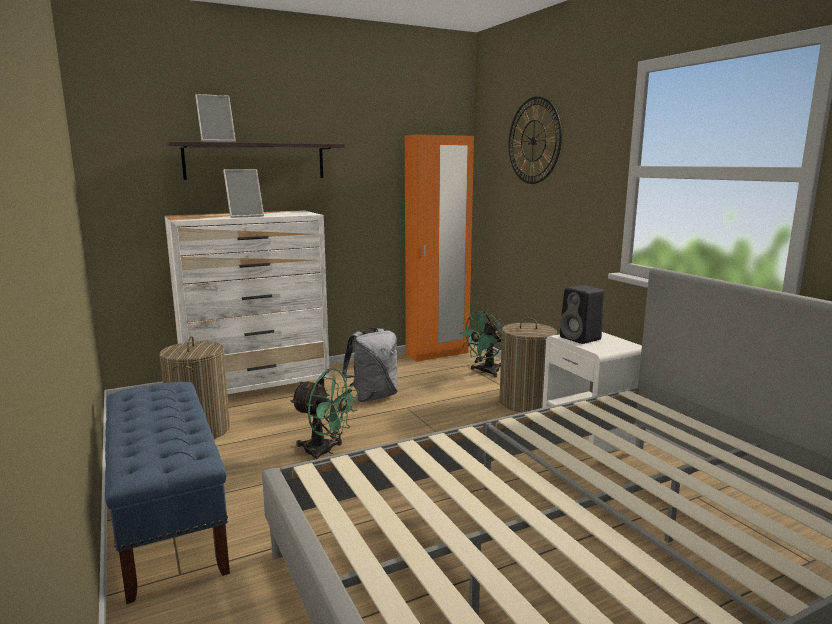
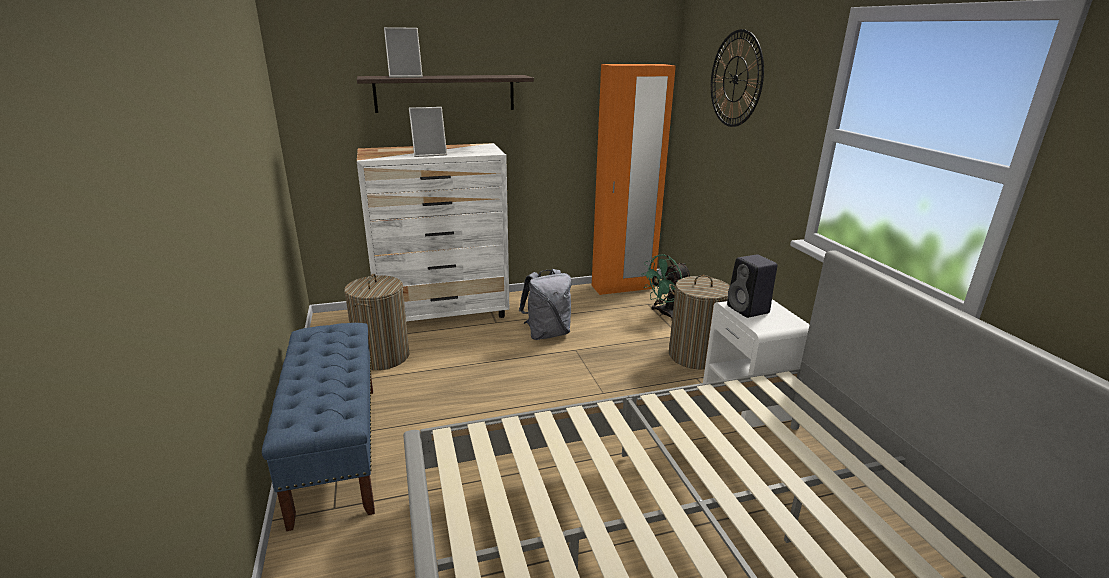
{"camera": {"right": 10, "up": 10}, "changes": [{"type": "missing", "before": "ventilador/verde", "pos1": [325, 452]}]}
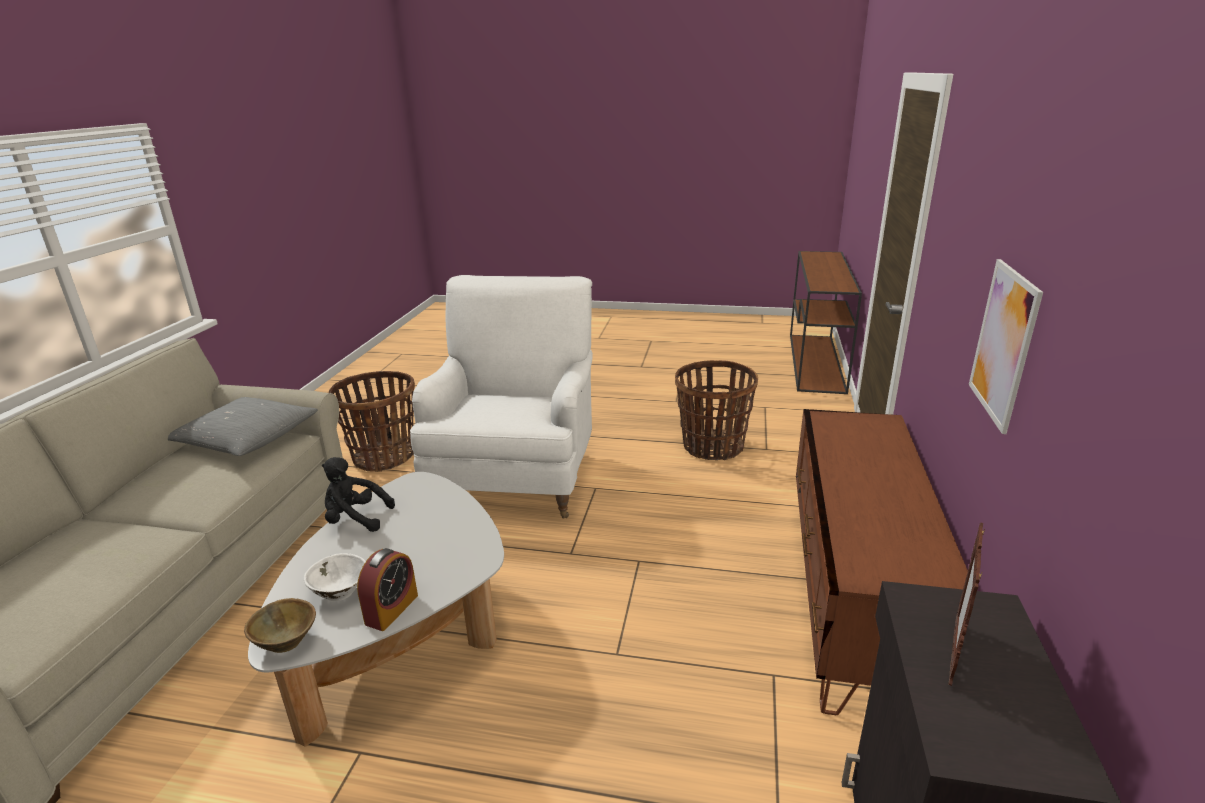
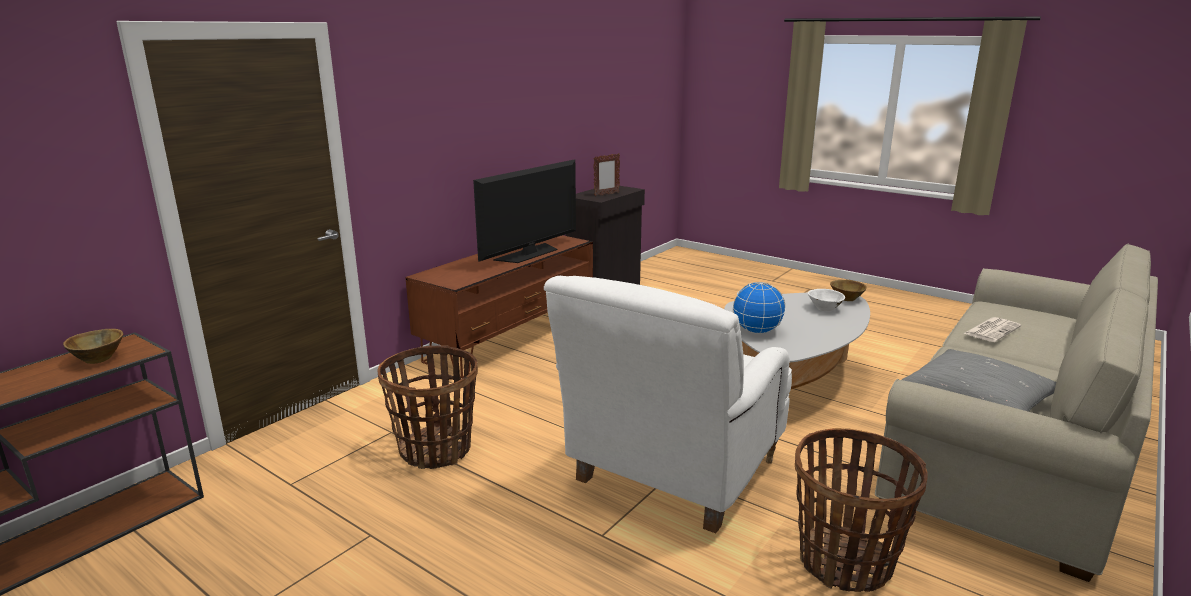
{"camera": {"right": -155, "up": -5}, "changes": [{"type": "appeared", "after": "cuenco/marrón", "pos2": [99, 359]}, {"type": "appeared", "after": "televisor", "pos2": [529, 254]}, {"type": "appeared", "after": "globo terráqueo", "pos2": [756, 331]}, {"type": "appeared", "after": "periódico", "pos2": [991, 330]}, {"type": "missing", "before": "peluche/negro", "pos1": [356, 519]}, {"type": "missing", "before": "despertador", "pos1": [392, 609]}, {"type": "missing", "before": "cuadro", "pos1": [1003, 344]}]}
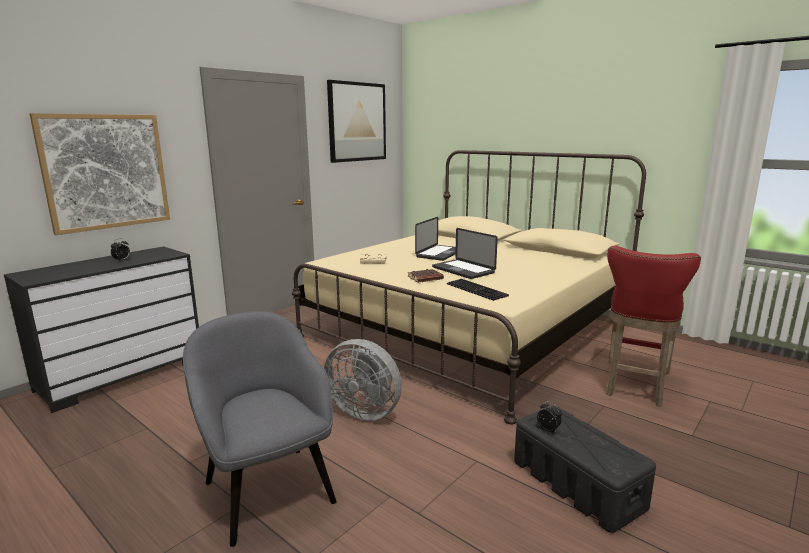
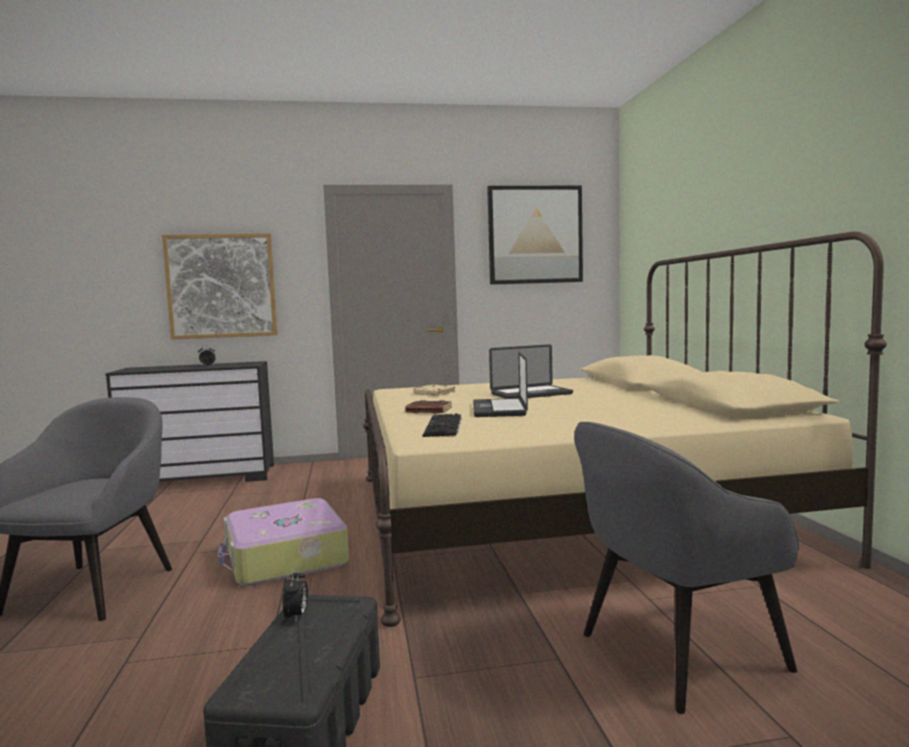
{"camera": {"right": 40, "up": -10}, "changes": [{"type": "exchanged", "before": "ventilador/gris", "after": "maleta", "pos1": [365, 411], "pos2": [285, 558]}, {"type": "exchanged", "before": "taburete/rojo", "after": "sillón/gris", "pos1": [635, 385], "pos2": [679, 653]}]}
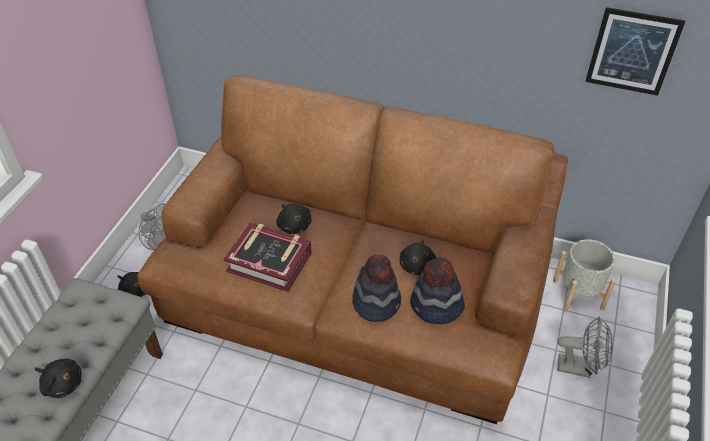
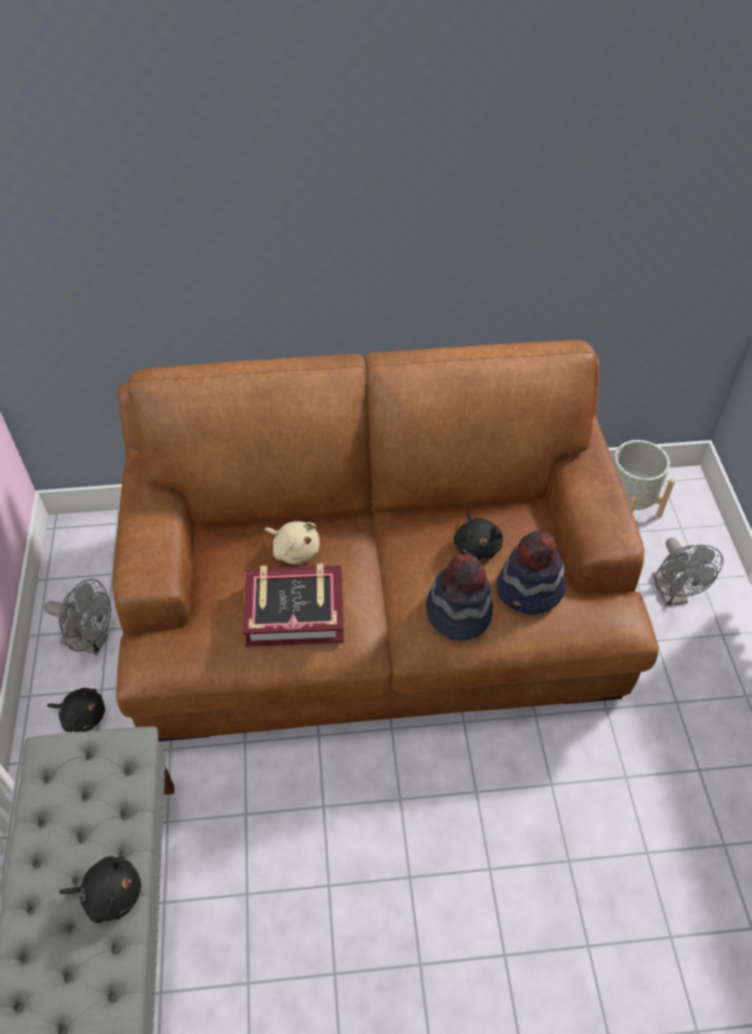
{"camera": {"right": -25, "up": 5}, "changes": [{"type": "colour", "before": "peluche/negro", "after": "peluche/beis", "pos1": [294, 225], "pos2": [295, 550]}, {"type": "spun", "before": "ventilador/gris", "pos1": [580, 368], "pos2": [672, 595], "turn": 90}, {"type": "missing", "before": "cuadro", "pos1": [632, 52]}]}
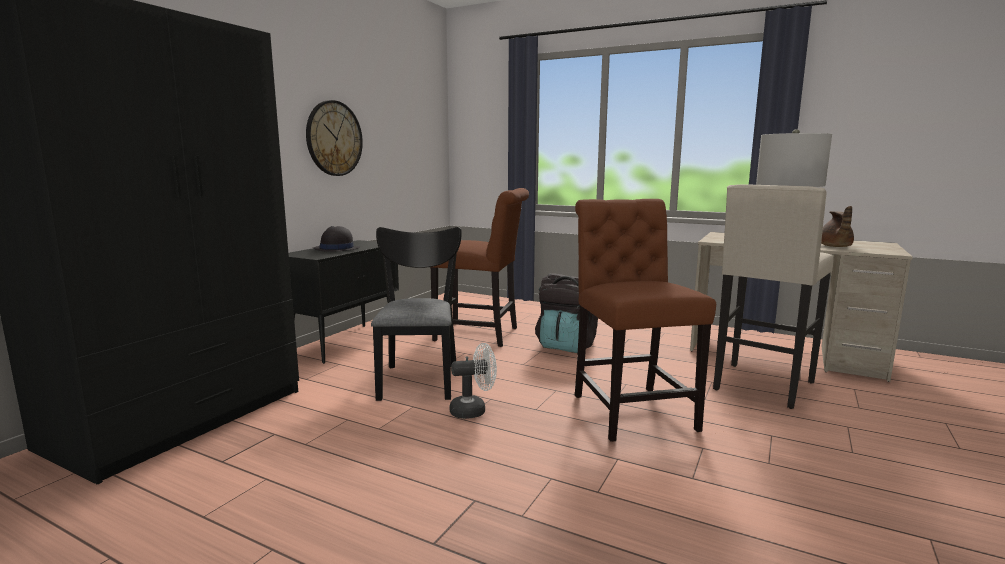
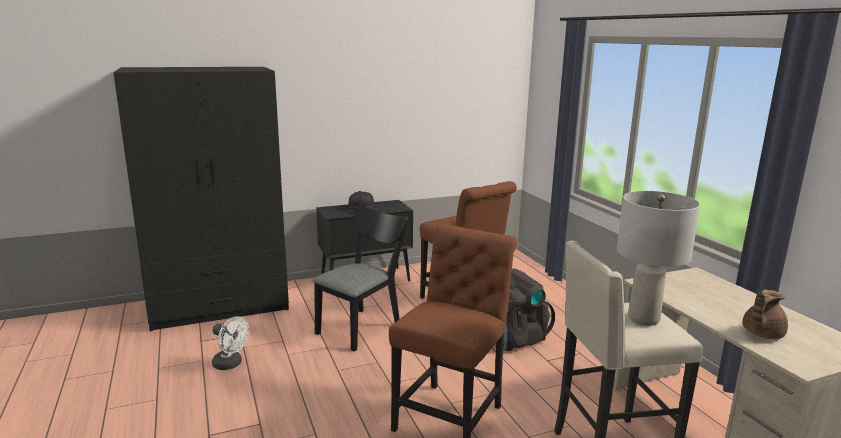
{"camera": {"right": 40, "up": 5}, "changes": [{"type": "relocated", "before": "ventilador/blanco", "pos1": [474, 410], "pos2": [231, 364]}, {"type": "missing", "before": "reloj de pared", "pos1": [334, 138]}]}
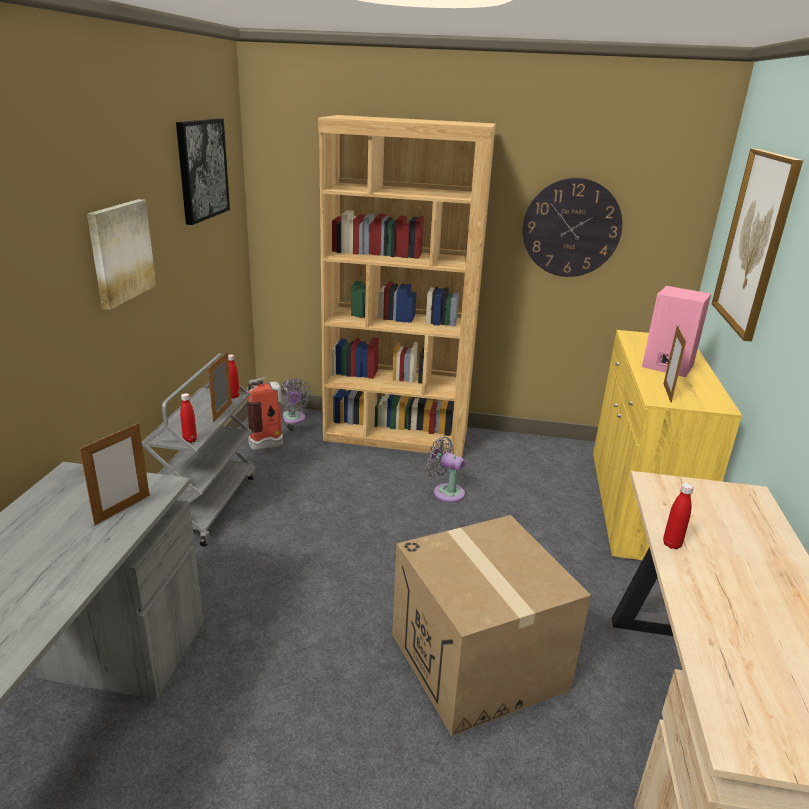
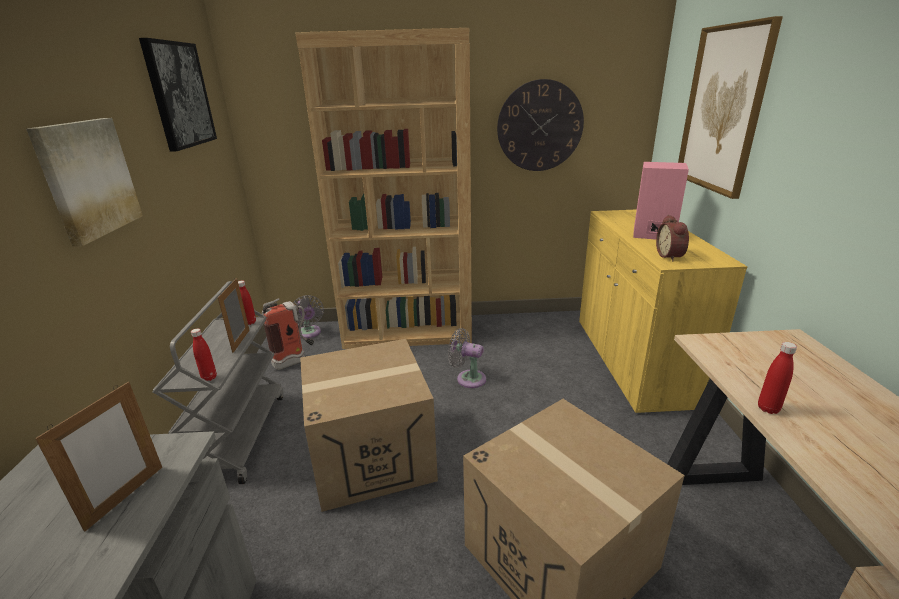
{"camera": {"right": -10, "up": 0}, "changes": [{"type": "appeared", "after": "caja de cartón", "pos2": [372, 455]}, {"type": "exchanged", "before": "portarretratos", "after": "despertador", "pos1": [667, 393], "pos2": [671, 256]}]}
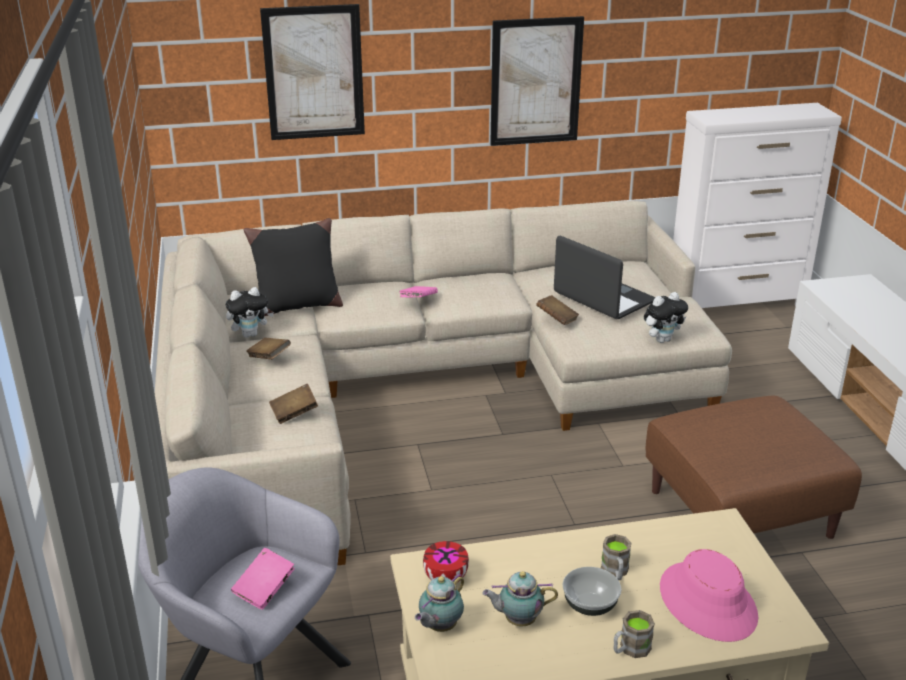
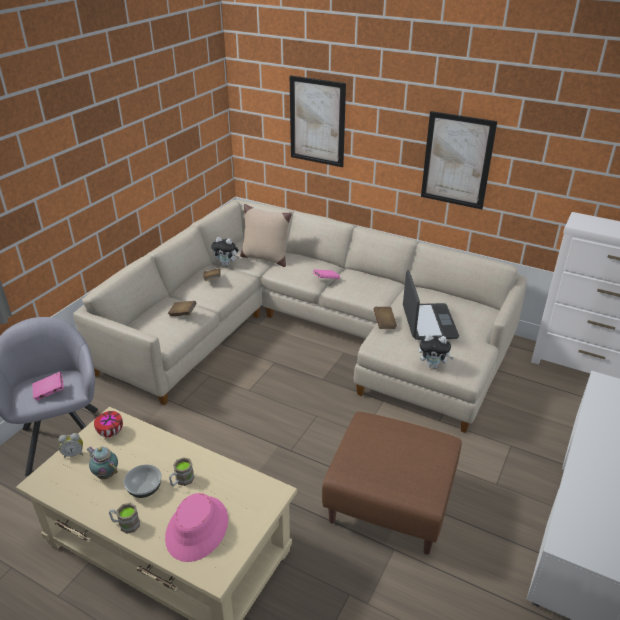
{"camera": {"right": 40, "up": 5}, "changes": [{"type": "exchanged", "before": "tetera", "after": "despertador", "pos1": [439, 627], "pos2": [74, 454]}, {"type": "colour", "before": "cojín/negro", "after": "cojín/beis", "pos1": [297, 306], "pos2": [265, 258]}]}
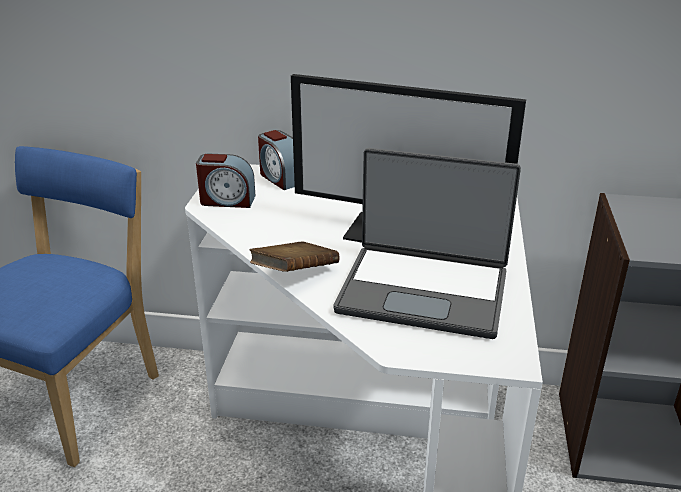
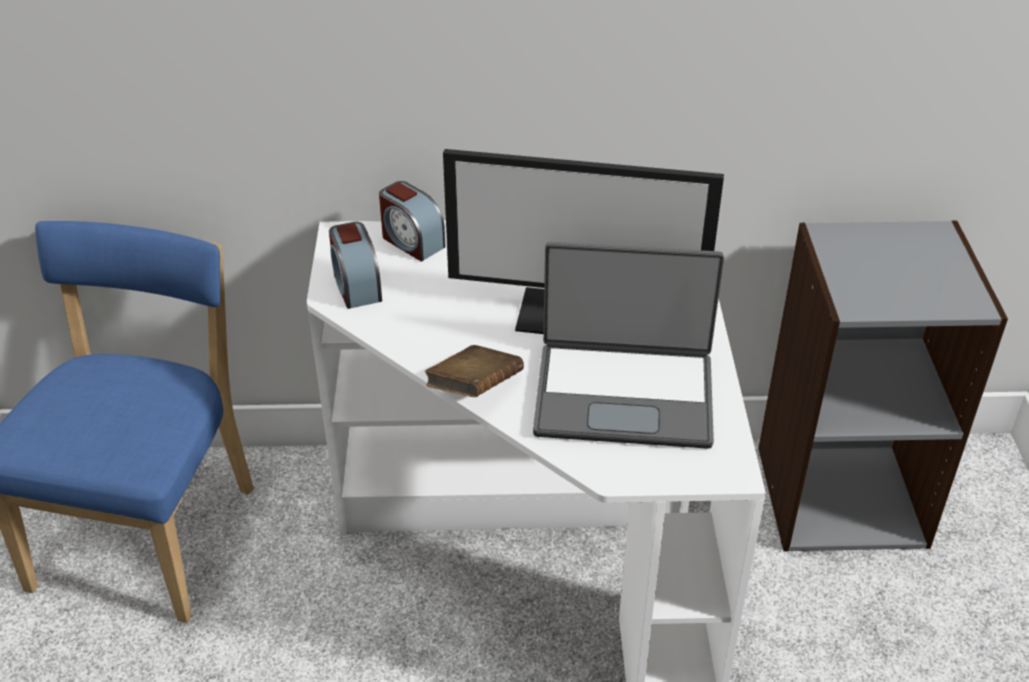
{"camera": {"right": -10, "up": 10}, "changes": [{"type": "spun", "before": "despertador", "pos1": [227, 200], "pos2": [356, 286], "turn": 75}]}
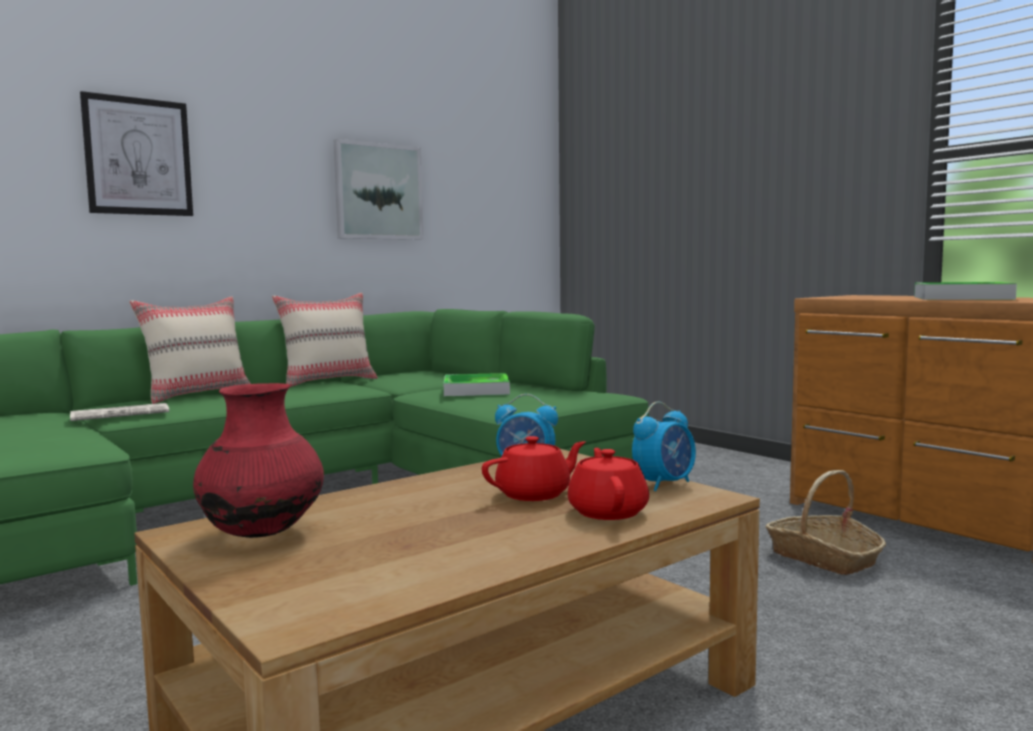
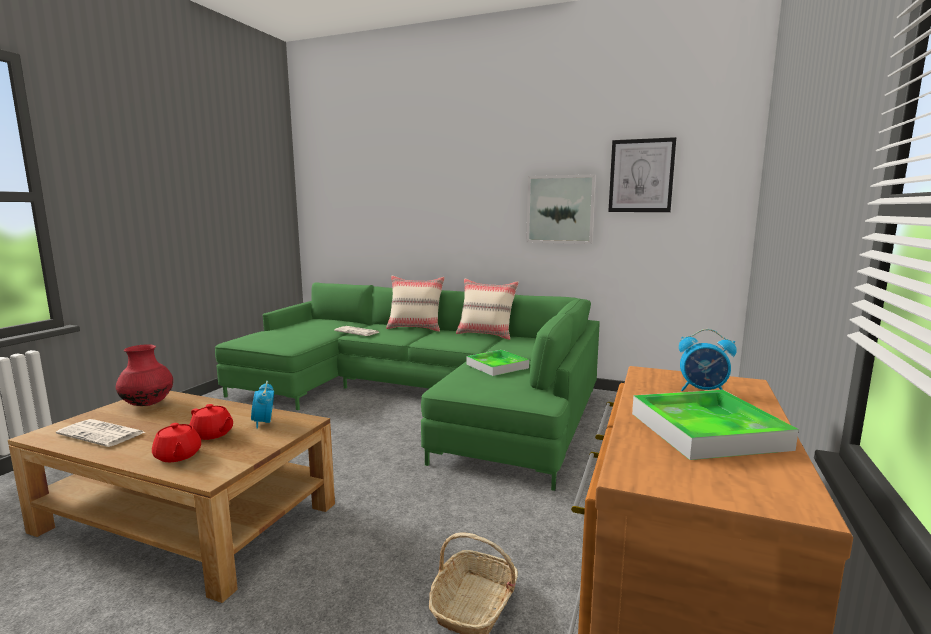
{"camera": {"right": 60, "up": 5}, "changes": [{"type": "appeared", "after": "periódico", "pos2": [103, 433]}, {"type": "spun", "before": "tetera/rojo", "pos1": [608, 511], "pos2": [178, 456], "turn": 90}, {"type": "relocated", "before": "cuadro", "pos1": [138, 156], "pos2": [641, 176]}, {"type": "relocated", "before": "despertador", "pos1": [664, 484], "pos2": [703, 391]}]}
